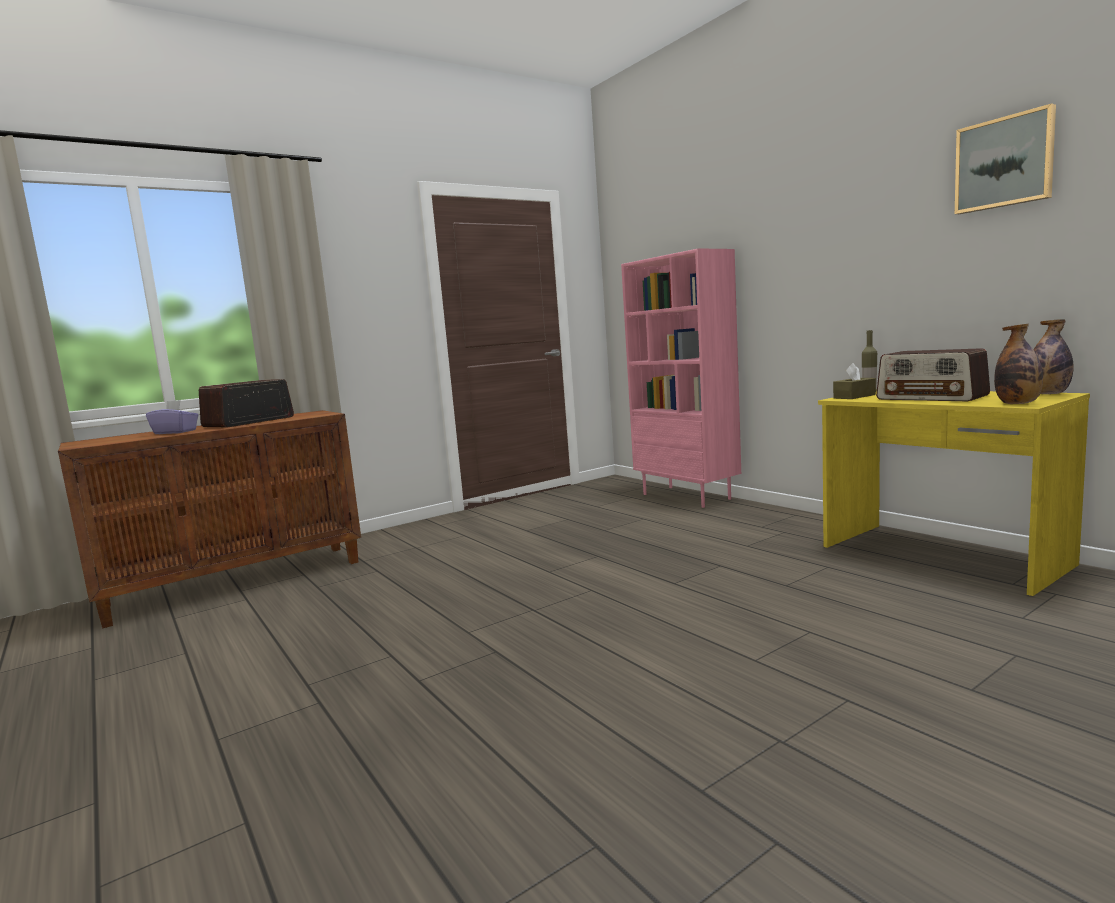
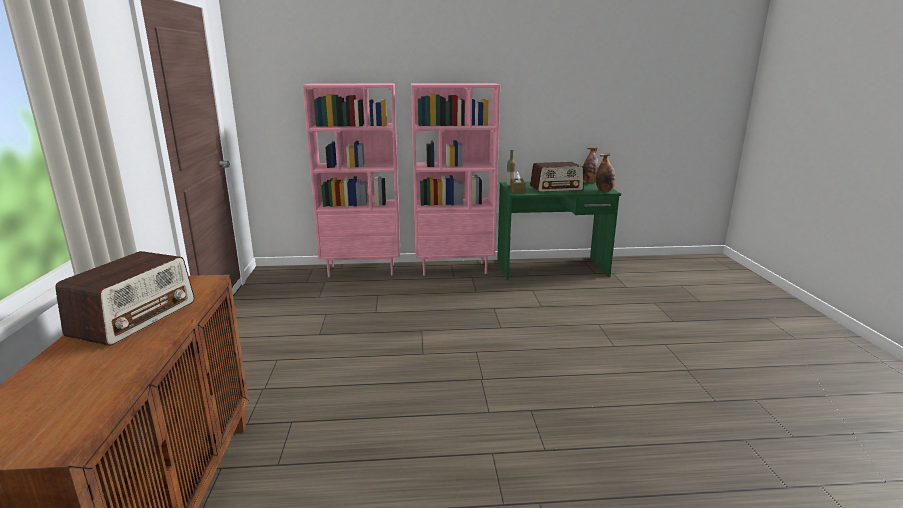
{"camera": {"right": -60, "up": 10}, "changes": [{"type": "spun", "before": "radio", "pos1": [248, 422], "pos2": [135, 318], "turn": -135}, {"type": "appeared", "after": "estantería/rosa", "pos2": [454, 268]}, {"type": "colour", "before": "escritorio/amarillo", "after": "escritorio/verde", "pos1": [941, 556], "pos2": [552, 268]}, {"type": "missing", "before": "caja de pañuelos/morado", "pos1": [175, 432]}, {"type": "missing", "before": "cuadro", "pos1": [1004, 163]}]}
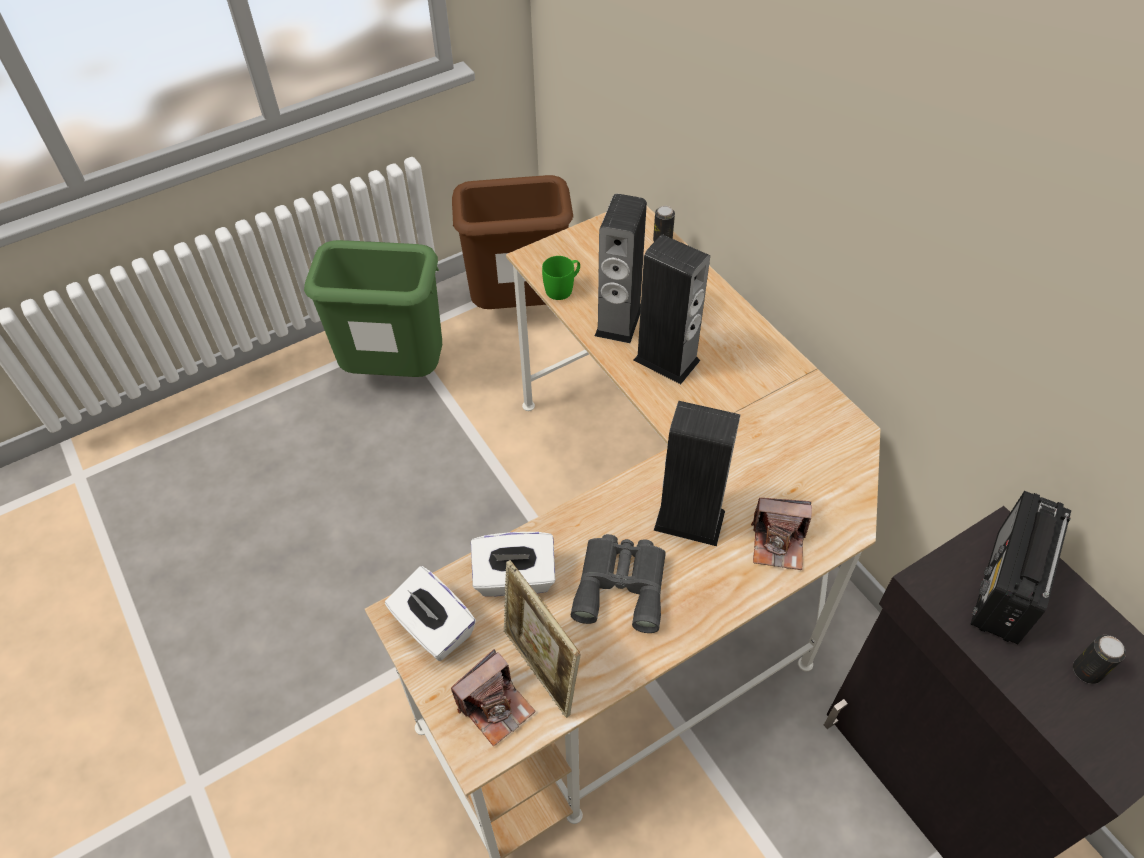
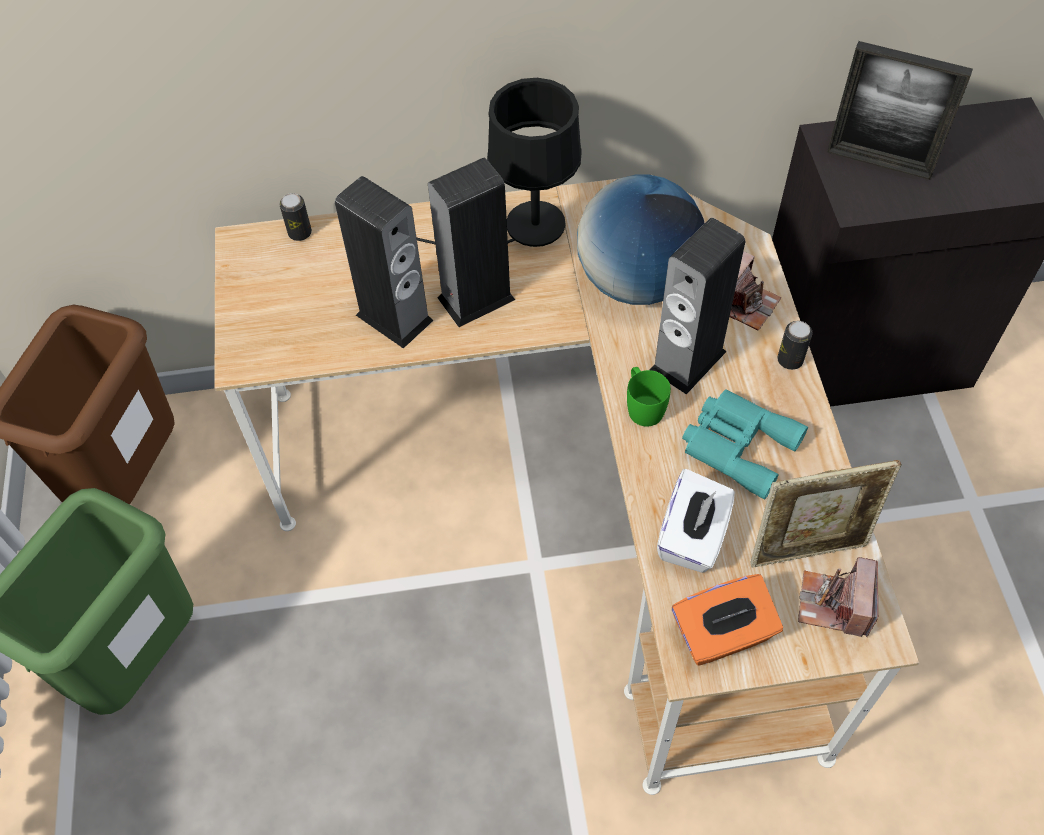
{"camera": {"right": -65, "up": 5}, "changes": [{"type": "appeared", "after": "lámpara de mesa/negro", "pos2": [517, 233]}, {"type": "appeared", "after": "globo terráqueo", "pos2": [637, 281]}, {"type": "relocated", "before": "taza grande/verde", "pos1": [563, 288], "pos2": [642, 405]}, {"type": "colour", "before": "caja de pañuelos/blanco", "after": "caja de pañuelos/naranja", "pos1": [433, 628], "pos2": [722, 634]}, {"type": "colour", "before": "prismáticos/gris", "after": "prismáticos/turquesa", "pos1": [622, 584], "pos2": [737, 444]}, {"type": "relocated", "before": "lata", "pos1": [1087, 671], "pos2": [790, 360]}, {"type": "spun", "before": "cámara", "pos1": [495, 706], "pos2": [834, 604], "turn": -150}, {"type": "exchanged", "before": "radio", "after": "portarretratos", "pos1": [1005, 587], "pos2": [879, 162]}]}
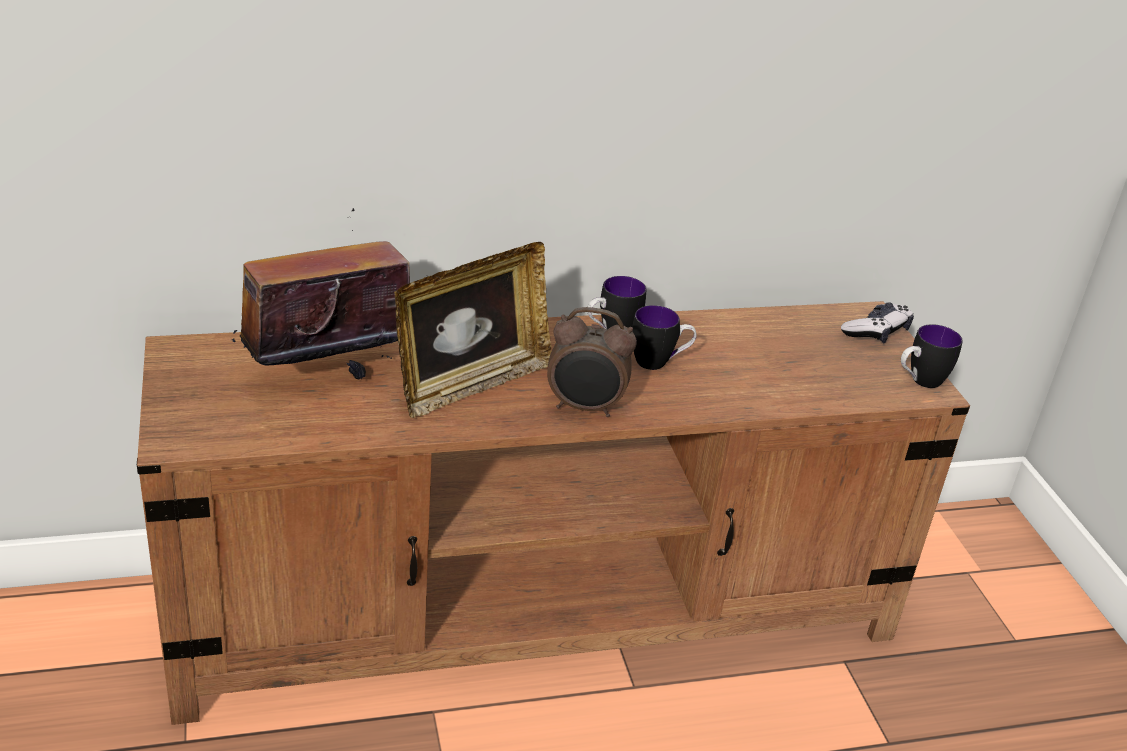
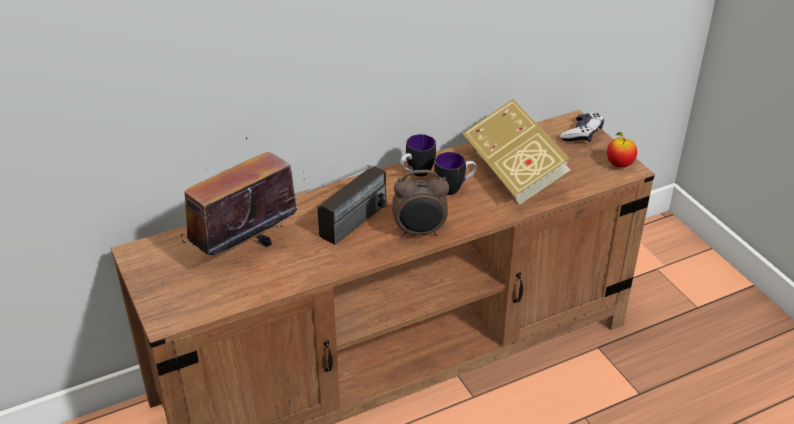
{"camera": {"right": -10, "up": 5}, "changes": [{"type": "exchanged", "before": "portarretratos", "after": "radio", "pos1": [471, 384], "pos2": [341, 232]}, {"type": "appeared", "after": "libro", "pos2": [514, 173]}, {"type": "exchanged", "before": "taza grande", "after": "manzana", "pos1": [919, 382], "pos2": [619, 164]}]}
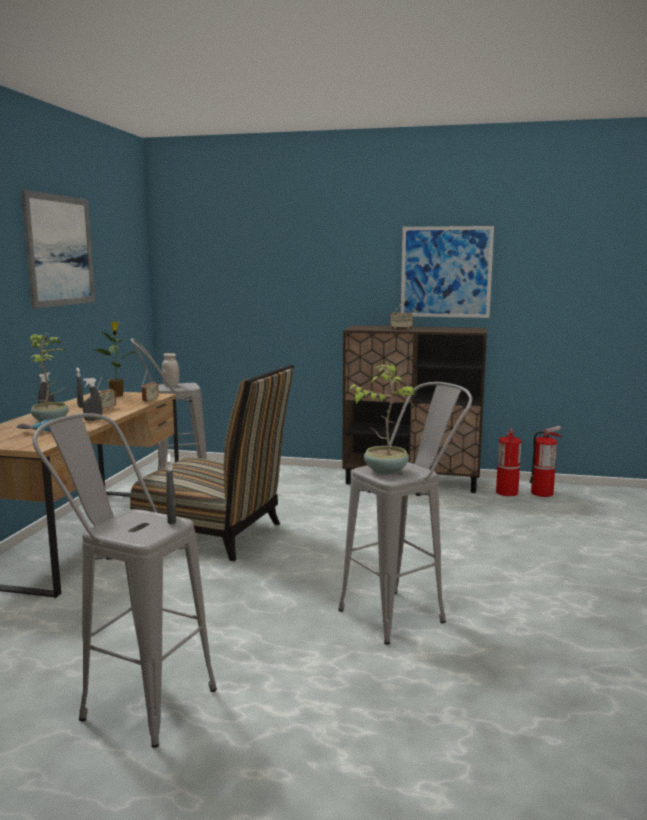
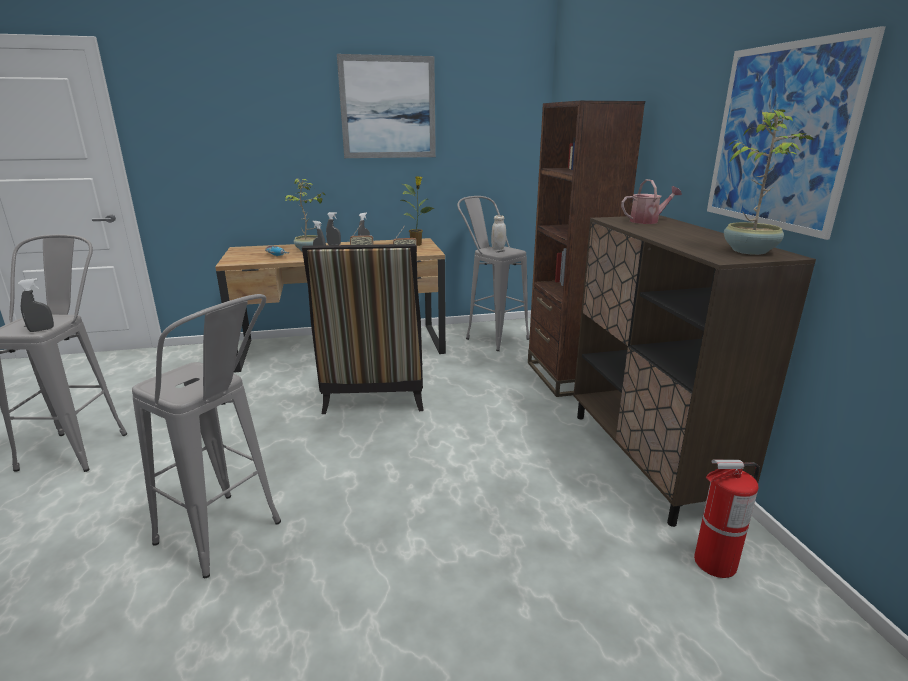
{"camera": {"right": 65, "up": 10}, "changes": [{"type": "appeared", "after": "estantería/marrón", "pos2": [566, 376]}, {"type": "appeared", "after": "regadera", "pos2": [647, 221]}, {"type": "relocated", "before": "planta en maceta", "pos1": [385, 470], "pos2": [749, 251]}, {"type": "missing", "before": "radio", "pos1": [401, 328]}, {"type": "missing", "before": "extintor", "pos1": [542, 493]}]}
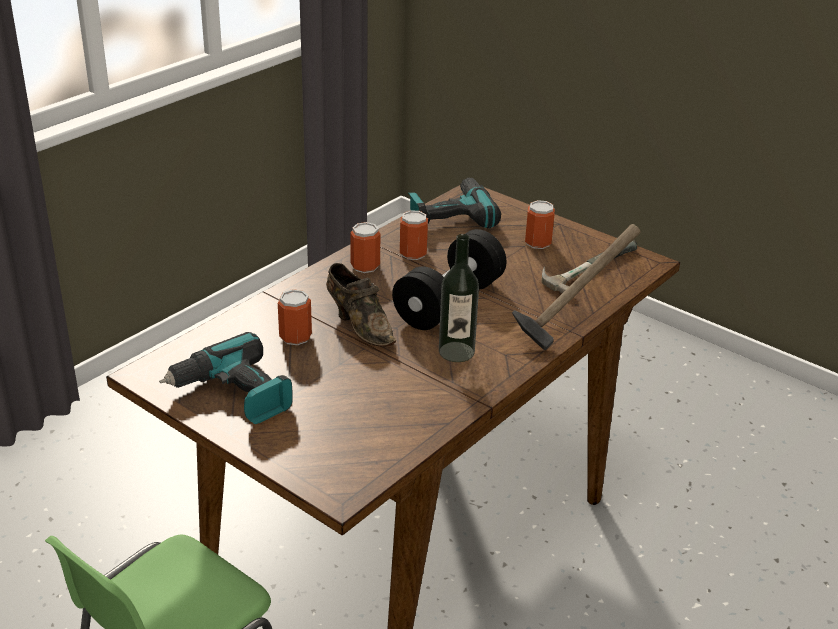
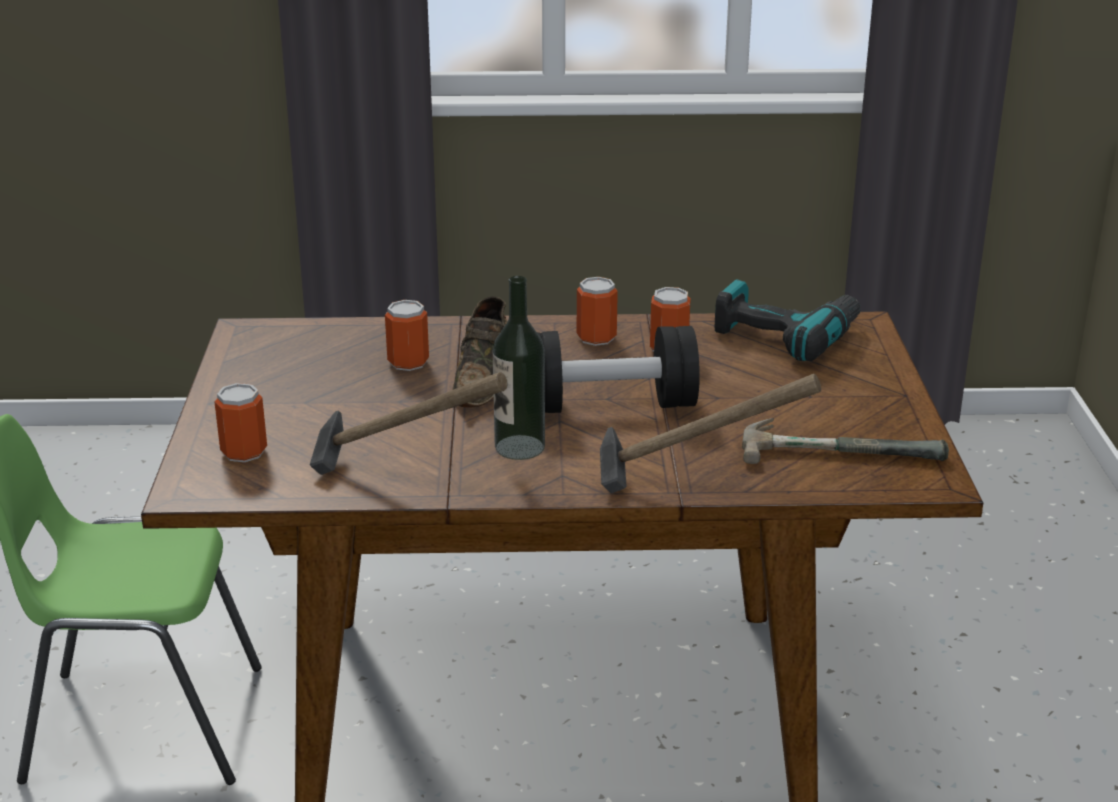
{"camera": {"right": 50, "up": -5}, "changes": [{"type": "relocated", "before": "lata", "pos1": [538, 243], "pos2": [244, 452]}, {"type": "appeared", "after": "martillo", "pos2": [402, 476]}, {"type": "missing", "before": "taladro", "pos1": [233, 395]}]}
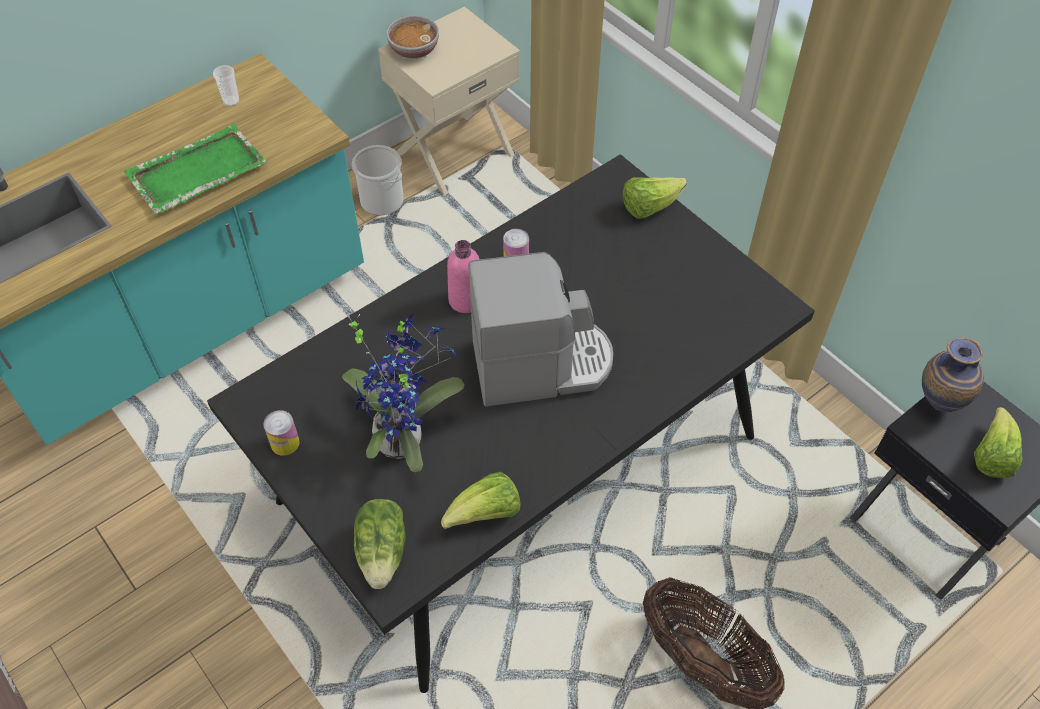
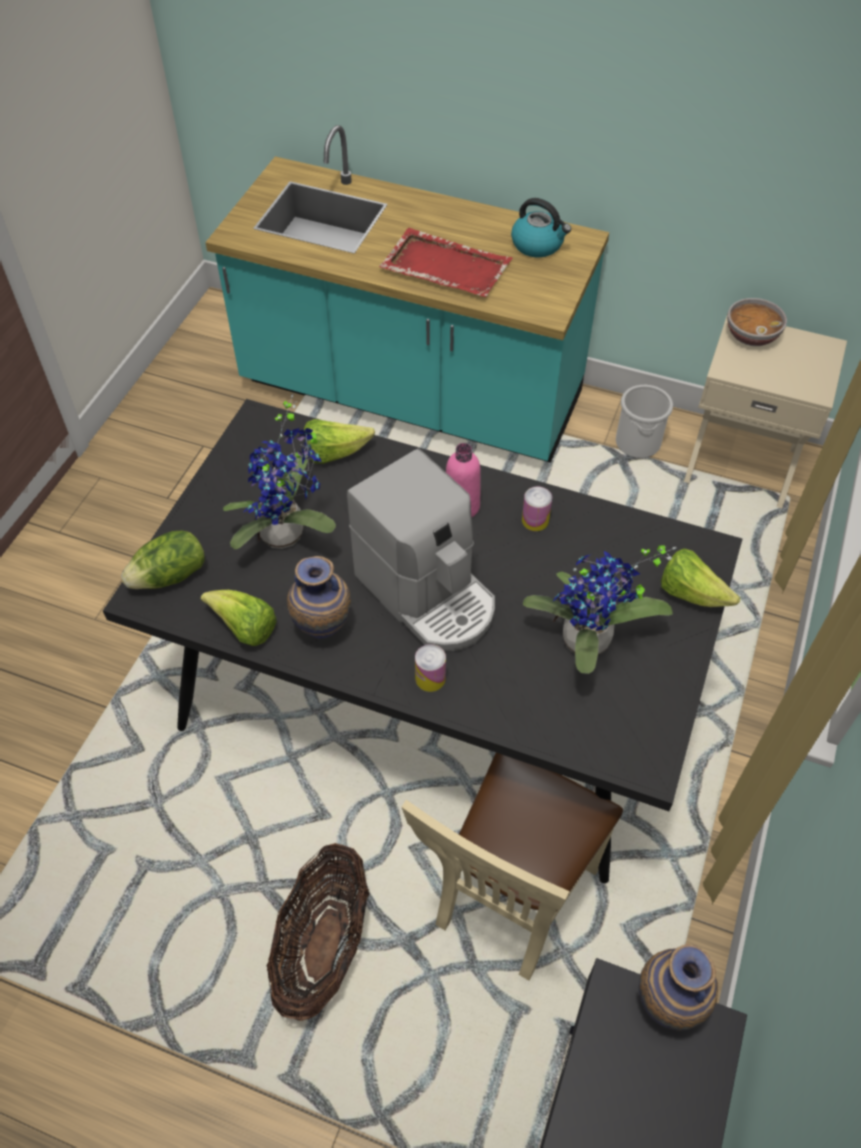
{"camera": {"right": 60, "up": 0}, "changes": [{"type": "appeared", "after": "florero", "pos2": [324, 629]}, {"type": "relocated", "before": "lechuga", "pos1": [991, 456], "pos2": [334, 453]}, {"type": "colour", "before": "bandeja/verde", "after": "bandeja/rojo", "pos1": [196, 172], "pos2": [445, 266]}, {"type": "appeared", "after": "silla/beis", "pos2": [509, 901]}, {"type": "relocated", "before": "lata", "pos1": [285, 443], "pos2": [430, 678]}, {"type": "exchanged", "before": "taza", "after": "hervidor", "pos1": [231, 101], "pos2": [538, 245]}, {"type": "appeared", "after": "planta en maceta", "pos2": [588, 646]}]}
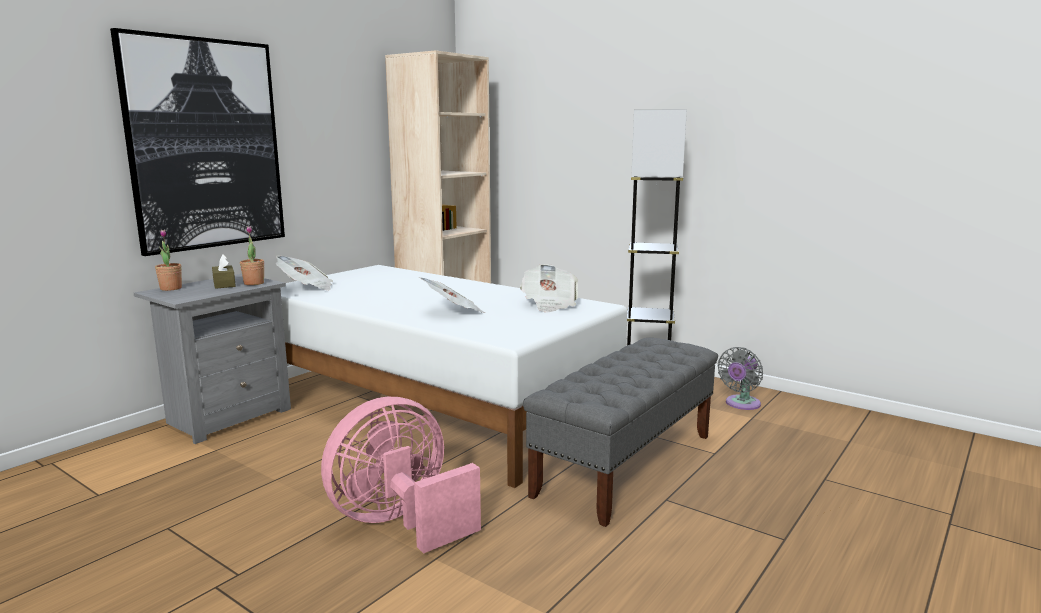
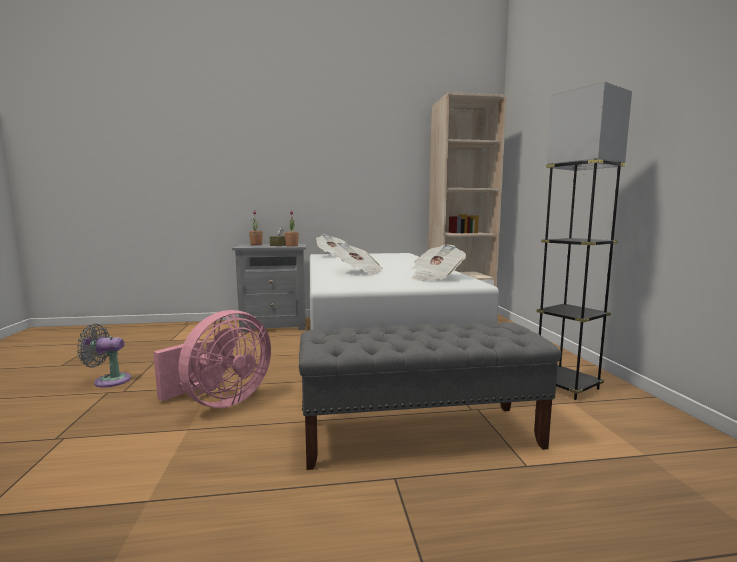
{"camera": {"right": 45, "up": -5}, "changes": [{"type": "relocated", "before": "ventilador/gris", "pos1": [741, 404], "pos2": [109, 380]}, {"type": "spun", "before": "ventilador/rosa", "pos1": [400, 522], "pos2": [220, 401], "turn": 120}, {"type": "missing", "before": "cuadro", "pos1": [205, 145]}]}
